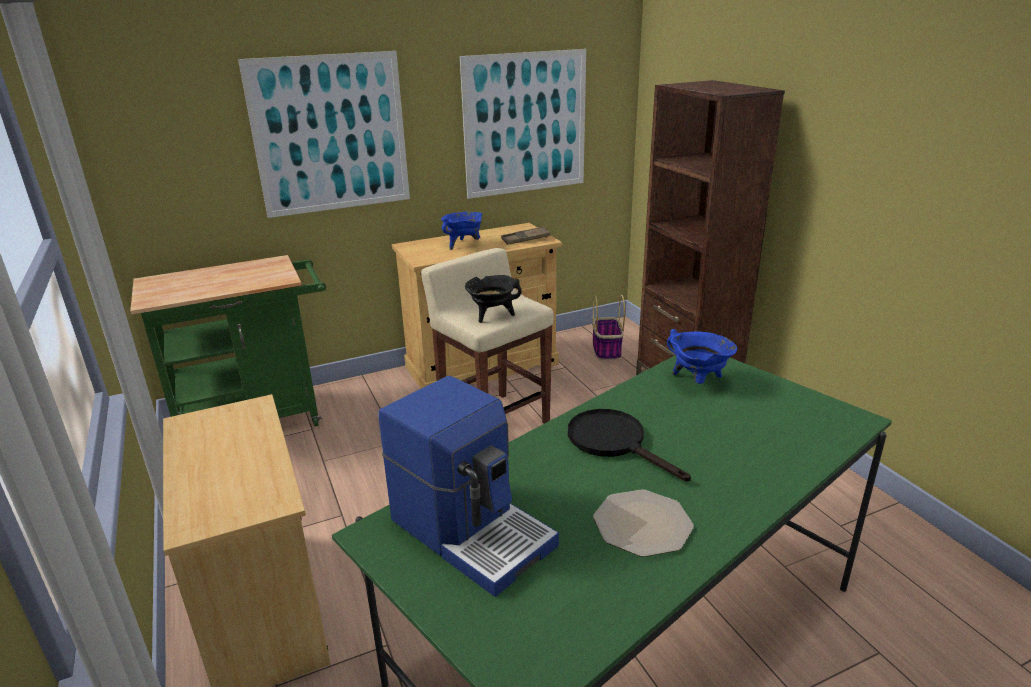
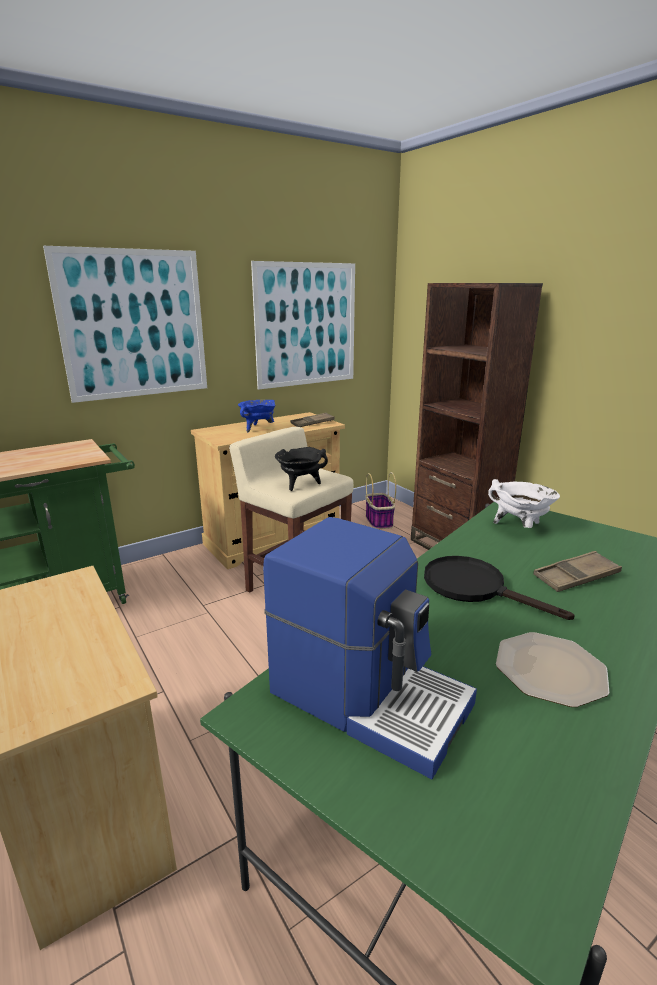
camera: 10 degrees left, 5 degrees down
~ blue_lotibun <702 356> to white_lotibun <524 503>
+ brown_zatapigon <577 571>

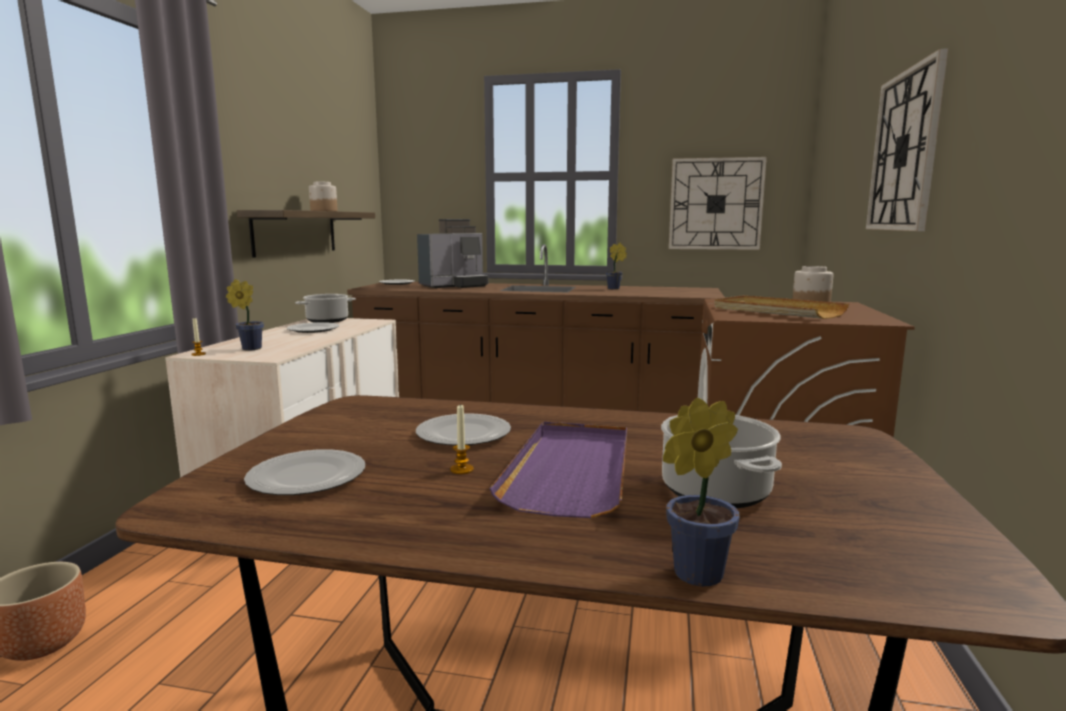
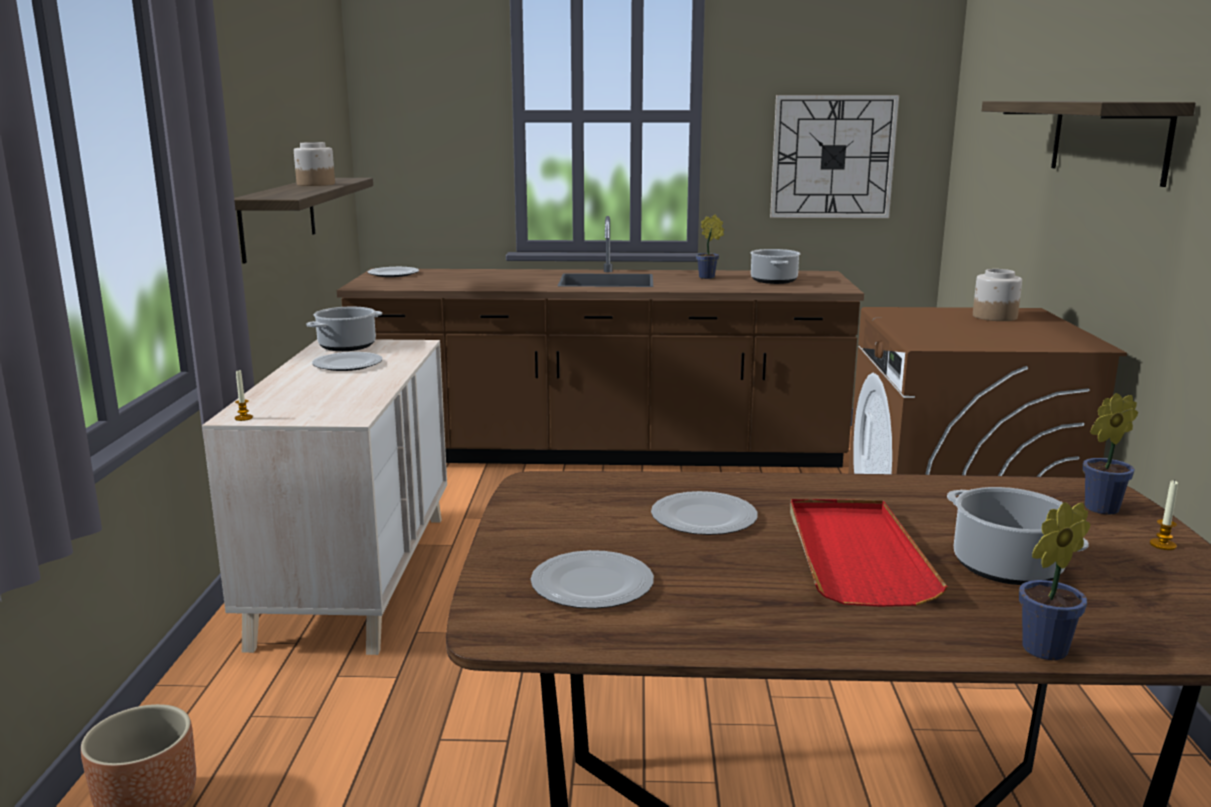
camera: 10 degrees left, 5 degrees up
+ lotibun <775 266>
~ purple_zatapigon <558 470> to red_zatapigon <868 553>
~ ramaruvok <907 139> to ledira <1089 144>
~ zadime <245 315> to <1110 453>
~ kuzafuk <462 439> to <1164 515>
- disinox <453 253>
- beige_zatapigon <781 307>

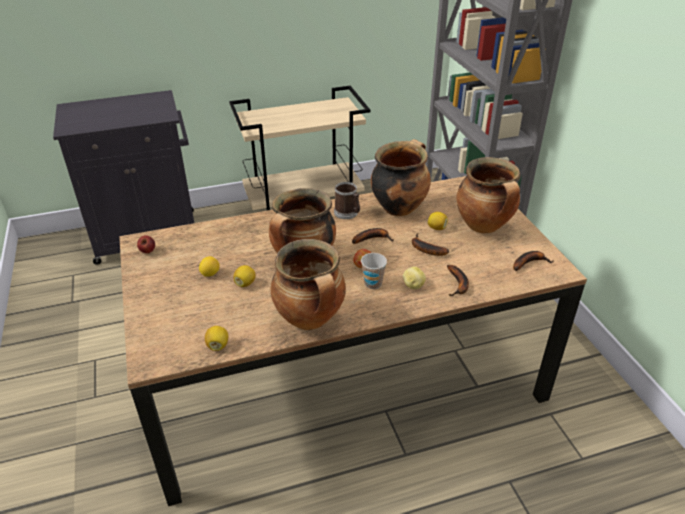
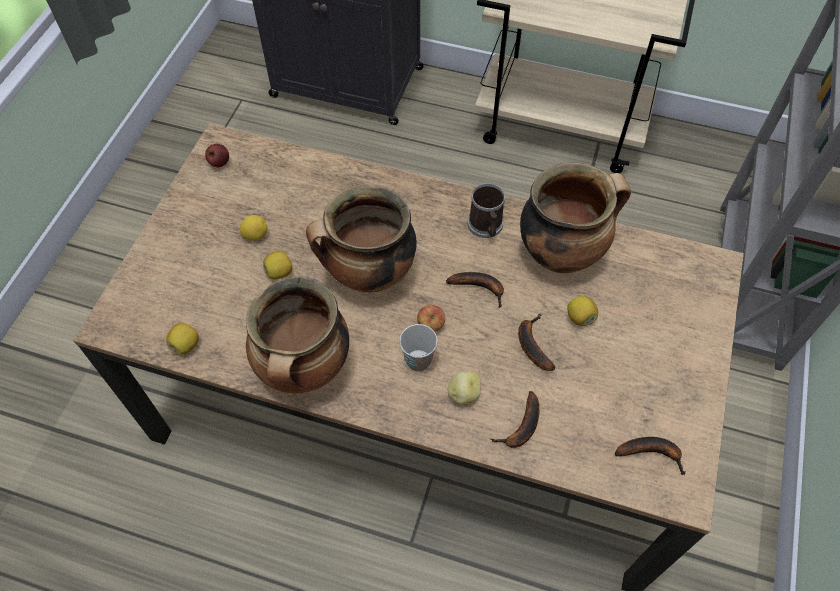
camera: 35 degrees right, 20 degrees up
- lotibun <488 195>

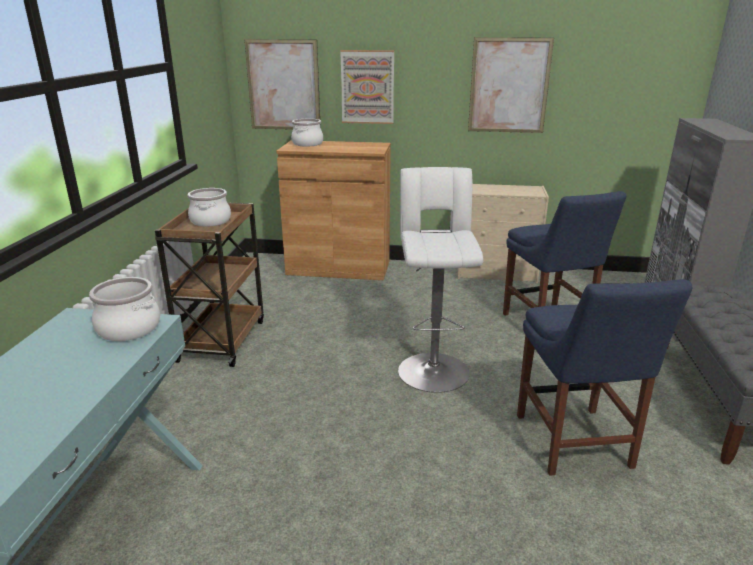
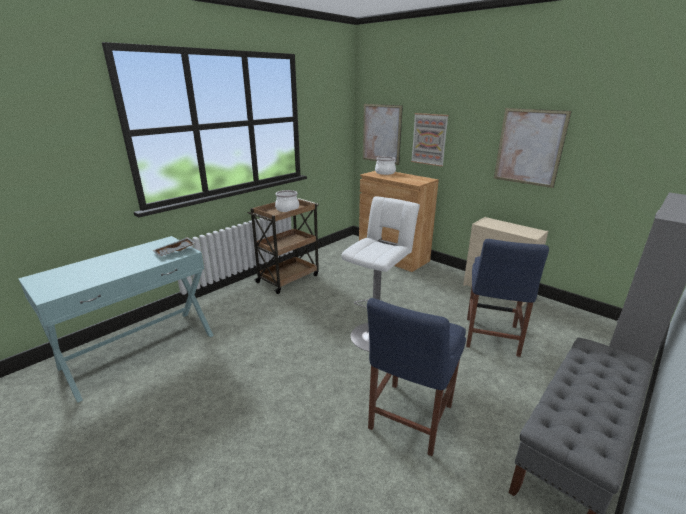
camera: 35 degrees right, 0 degrees up
~ lotibun <124 309> to grey_zatapigon <174 247>

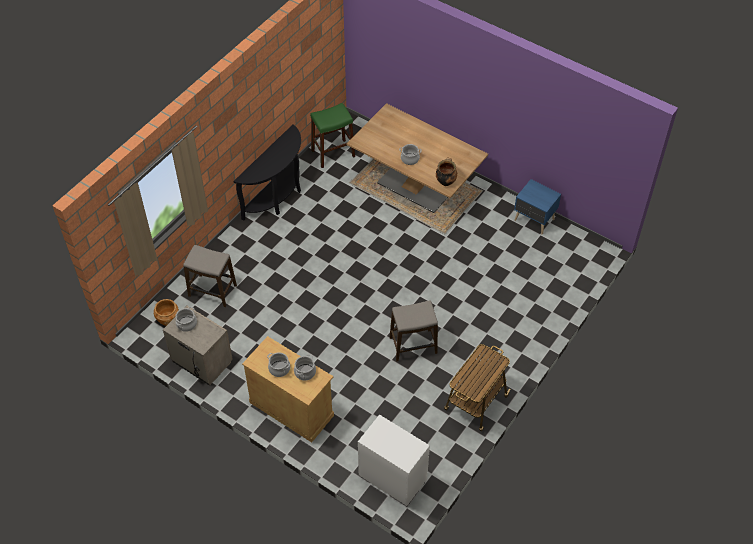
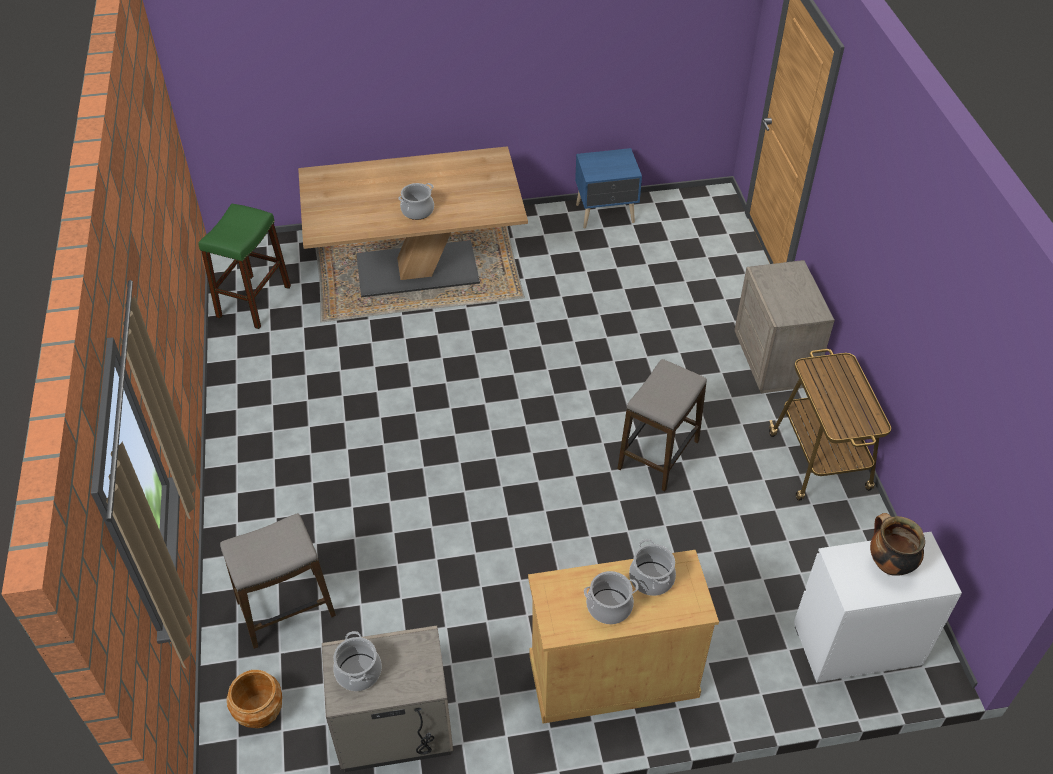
camera: 45 degrees left, 5 degrees down
+ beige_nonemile <784 326>
~ lotibun <446 171> to <897 544>
- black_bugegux <267 173>

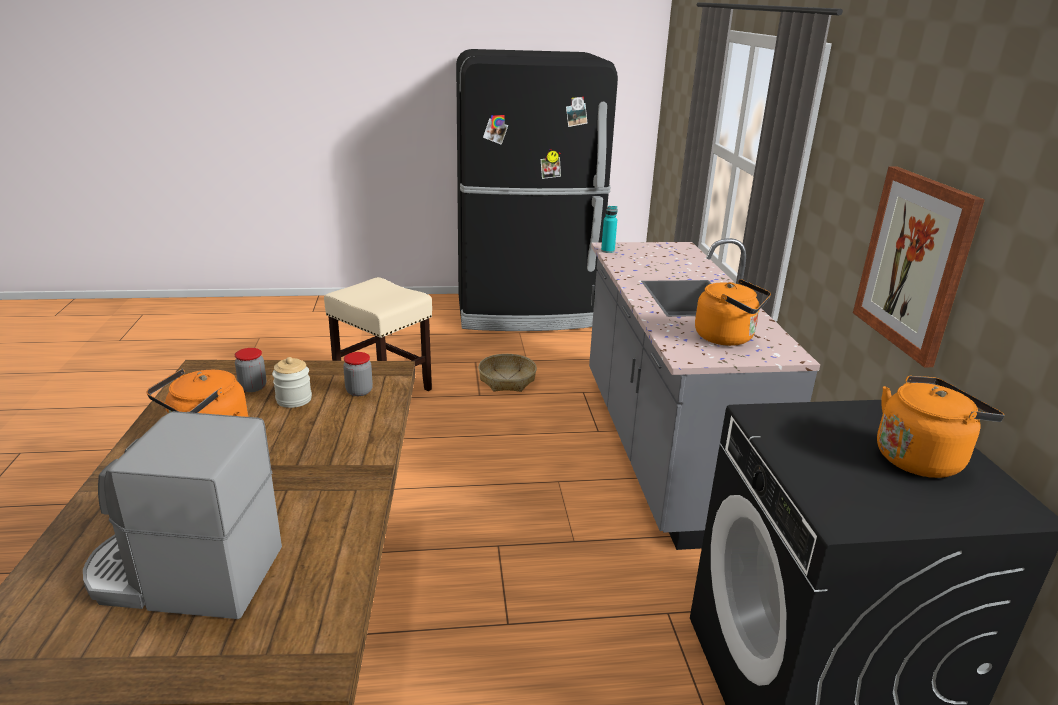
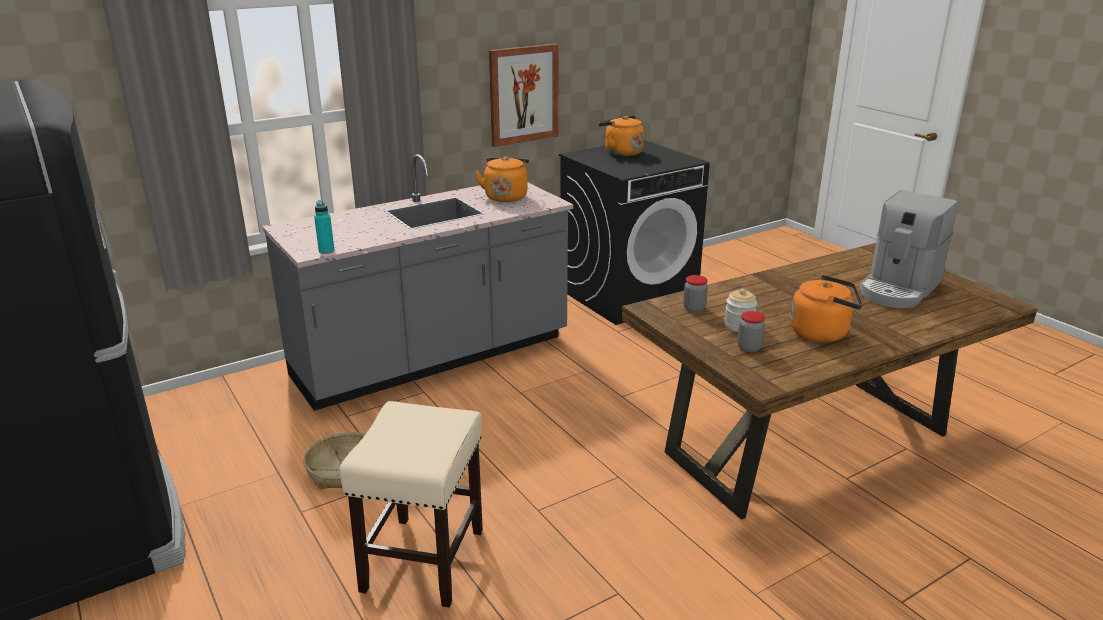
camera: 115 degrees left, 0 degrees up
~ disinox <182 515> = <909 249> 60 degrees clockwise

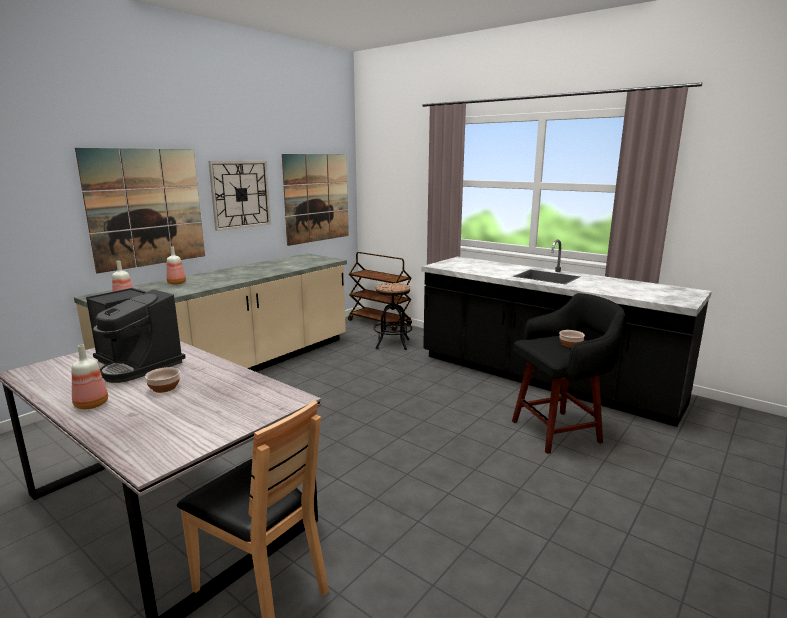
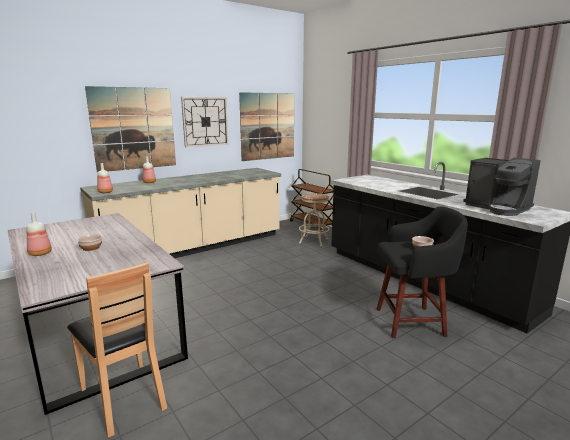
camera: 15 degrees right, 0 degrees up
~ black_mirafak <392 316> to beige_mirafak <314 219>
~ disinox <136 335> to <502 187>

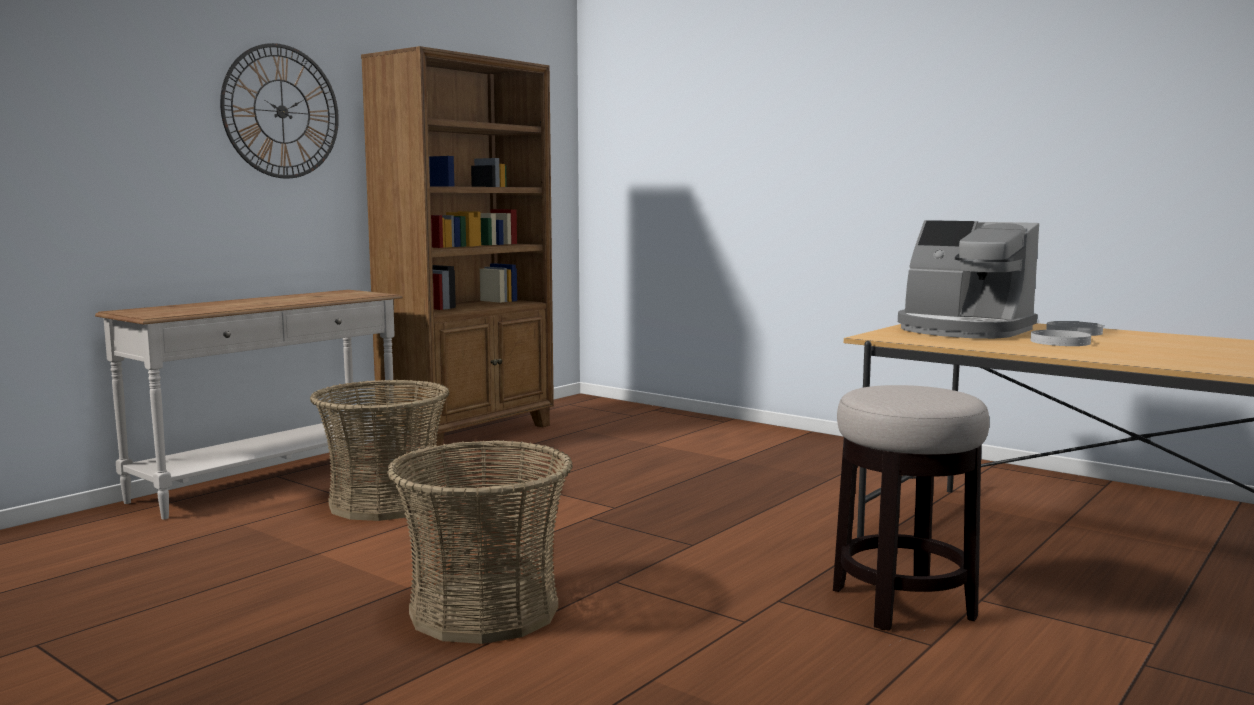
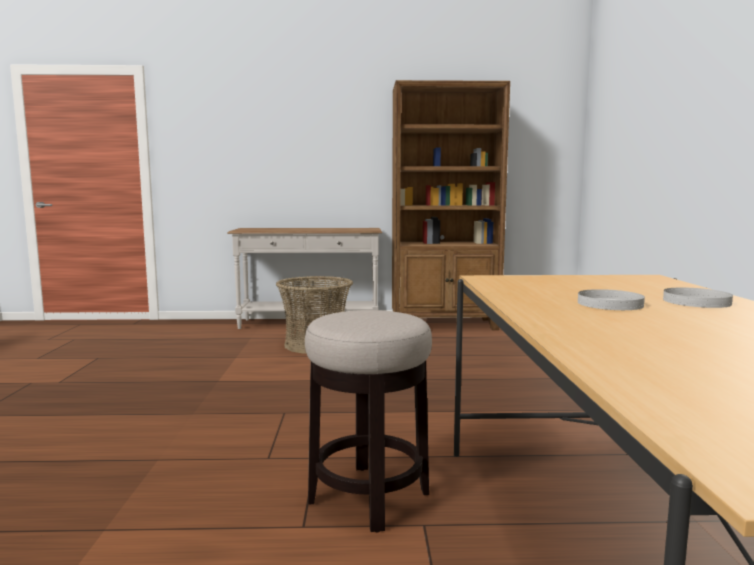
camera: 50 degrees right, 0 degrees up
- ramaruvok <279 111>
- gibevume <479 542>
- disinox <968 279>

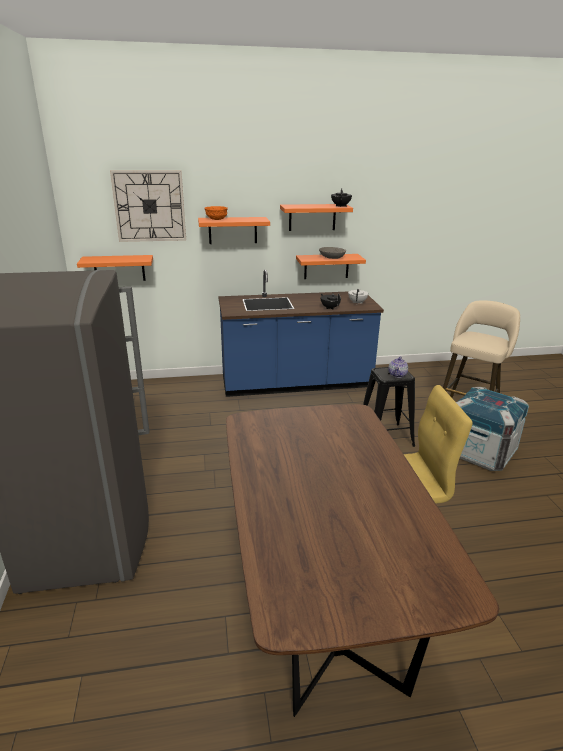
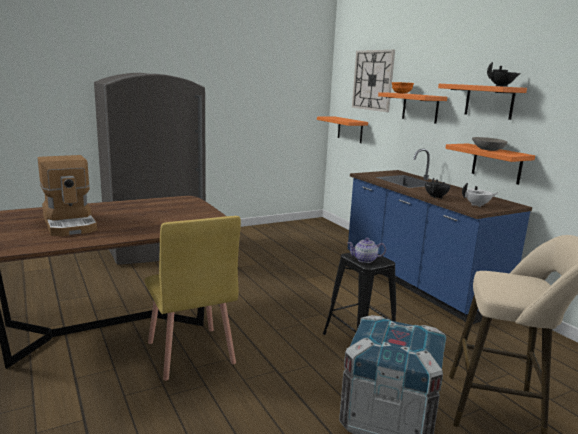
camera: 70 degrees right, 10 degrees down
+ disinox <67 195>

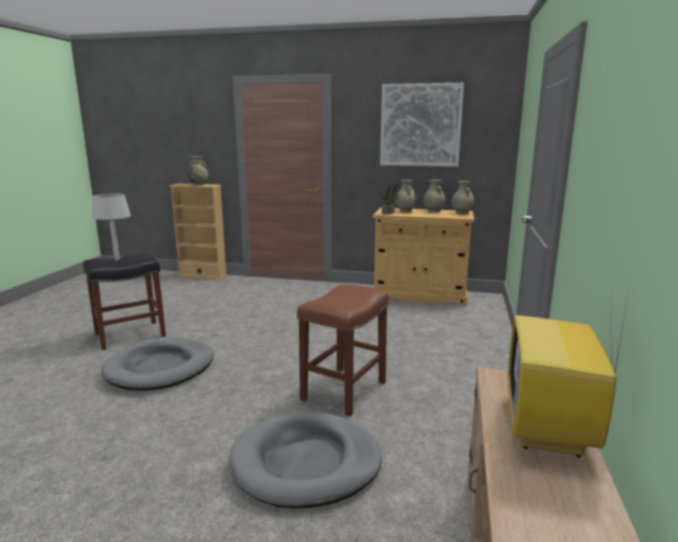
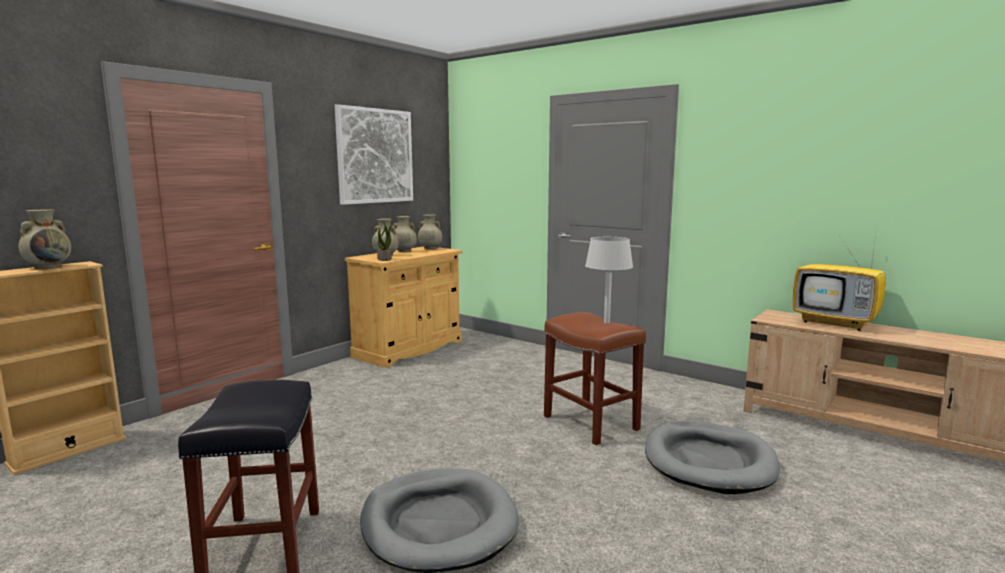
camera: 65 degrees left, 5 degrees down
~ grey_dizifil <111 226> to <609 280>

